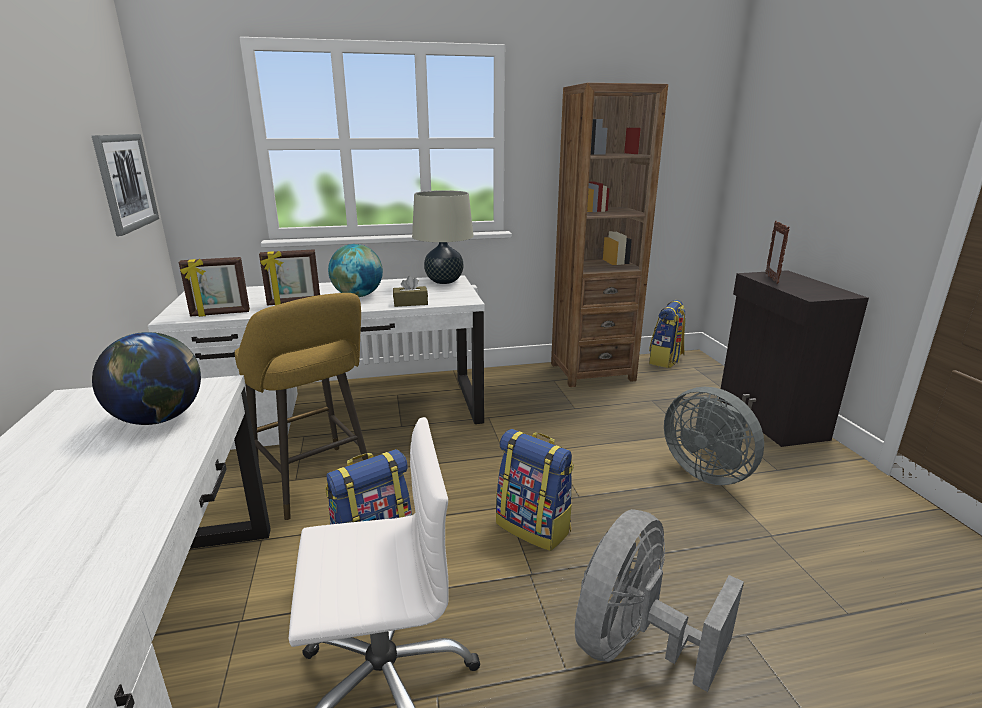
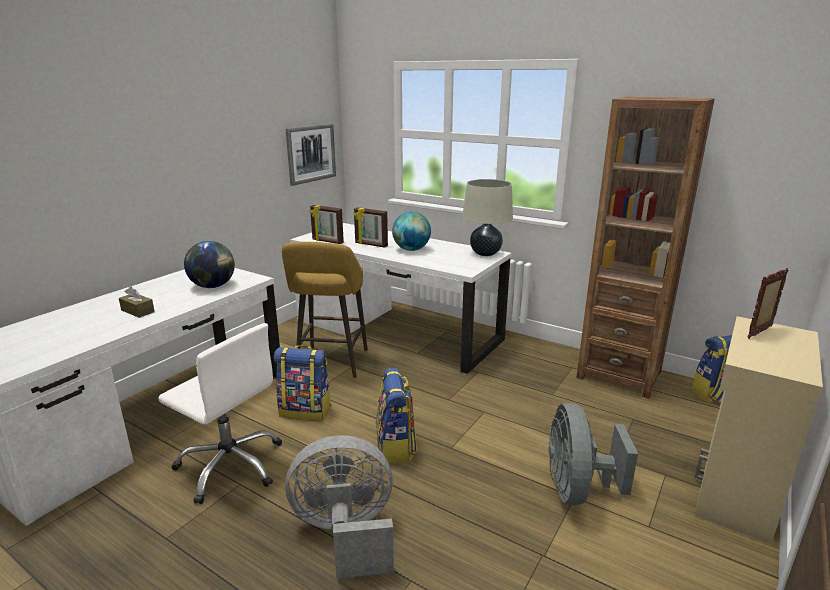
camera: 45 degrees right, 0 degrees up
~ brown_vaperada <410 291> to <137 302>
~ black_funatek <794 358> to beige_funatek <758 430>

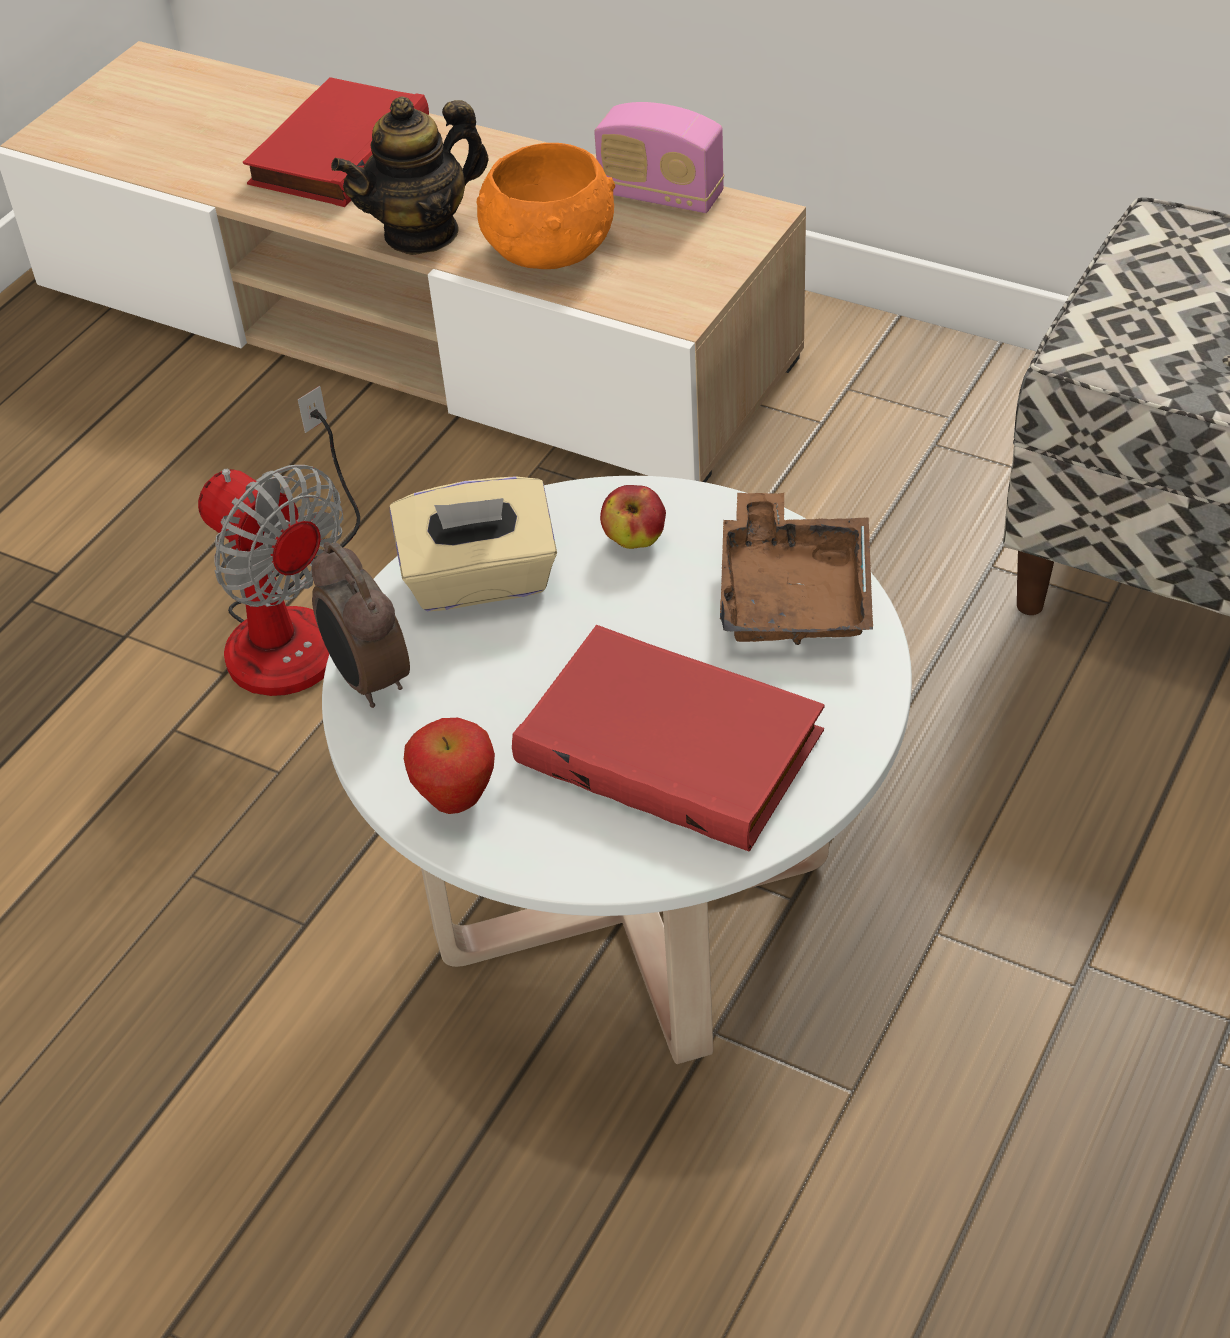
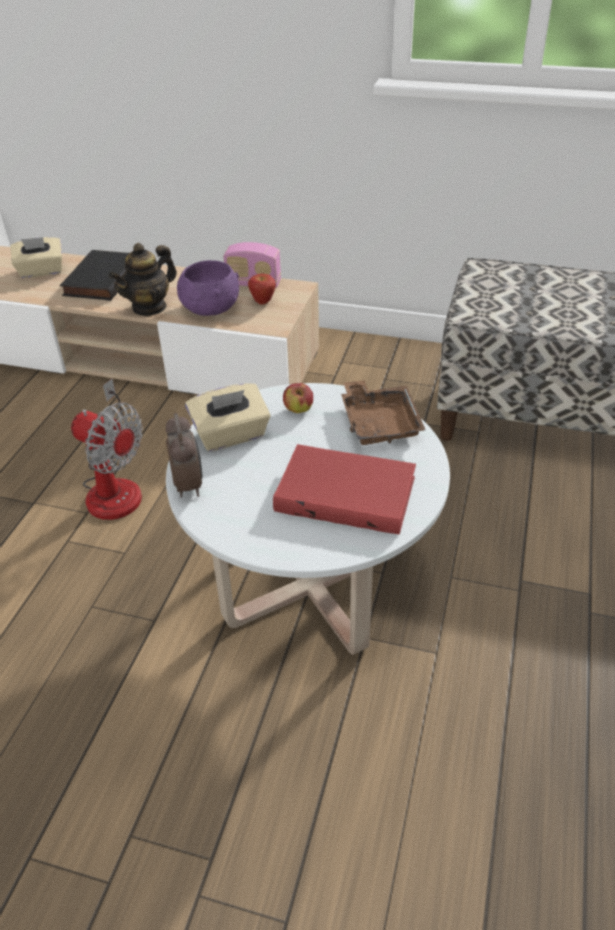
camera: 15 degrees left, 5 degrees down
+ beige_vaperada <36 257>
~ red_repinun <336 142> to black_repinun <94 275>
~ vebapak <361 625> = <184 455> 150 degrees counterclockwise
~ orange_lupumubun <545 206> to purple_lupumubun <208 288>
~ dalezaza <449 766> to <262 289>

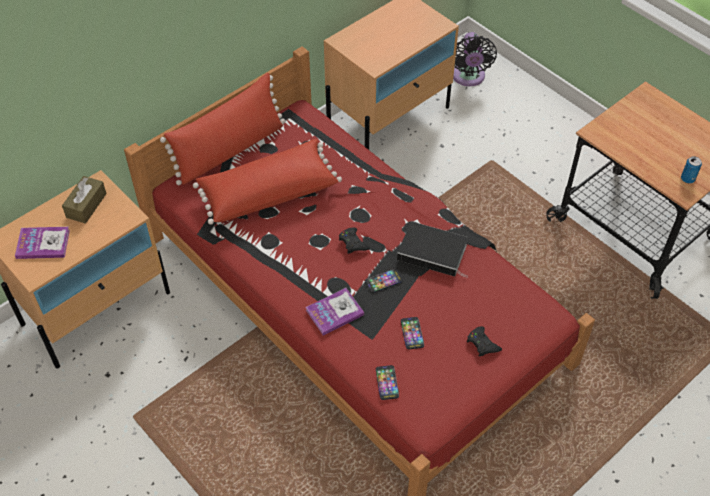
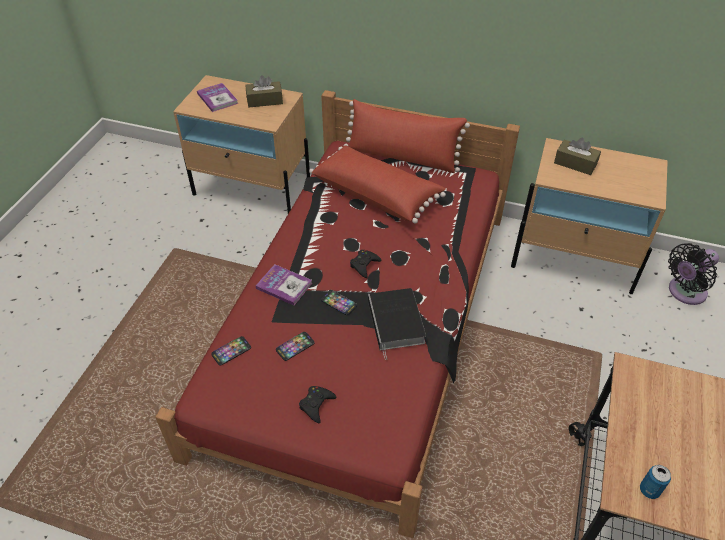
camera: 60 degrees right, 5 degrees down
+ brown_vaperada <577 156>

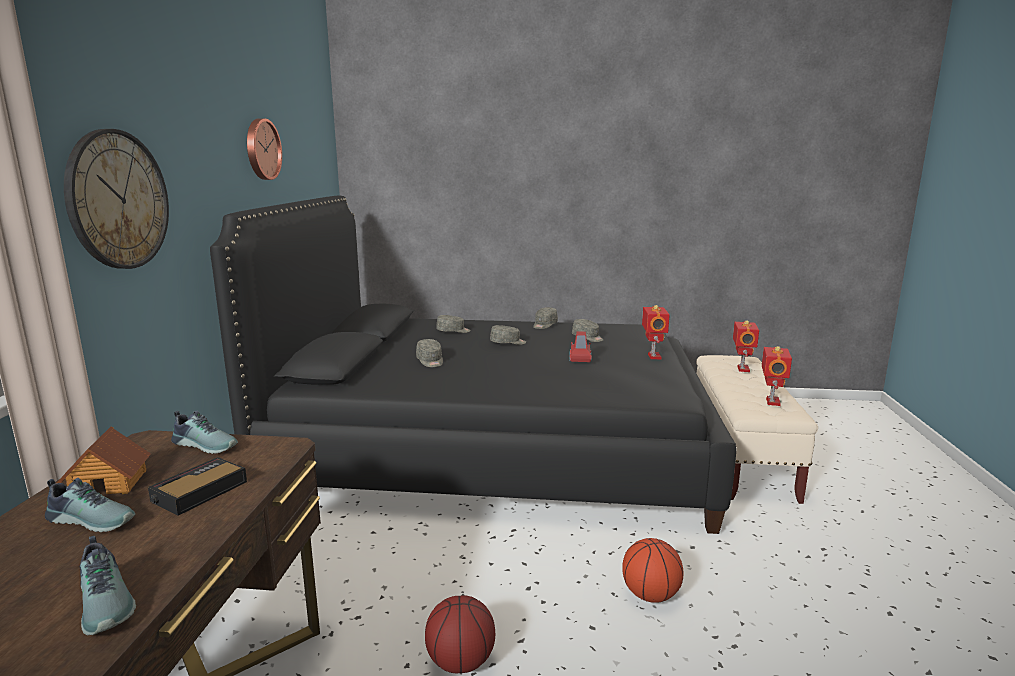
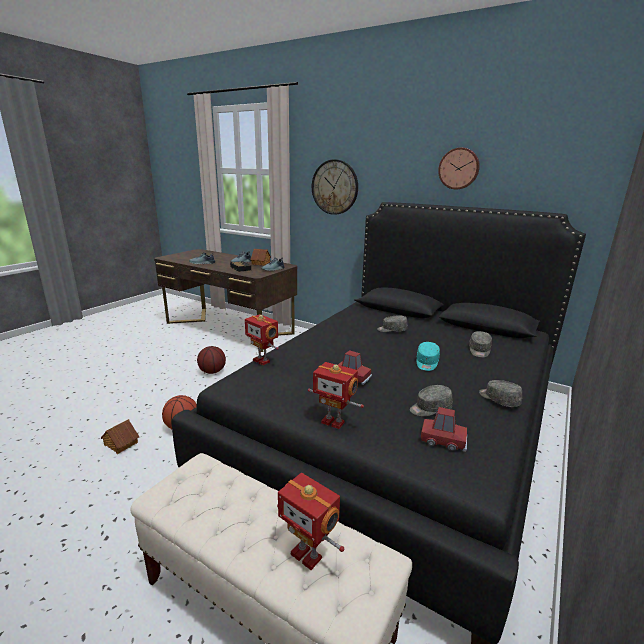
camera: 115 degrees right, 5 degrees up
+ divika <120 436>
~ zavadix <777 376> to <262 339>
~ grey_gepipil <508 335> to turquoise_gepipil <428 356>
+ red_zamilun <444 429>

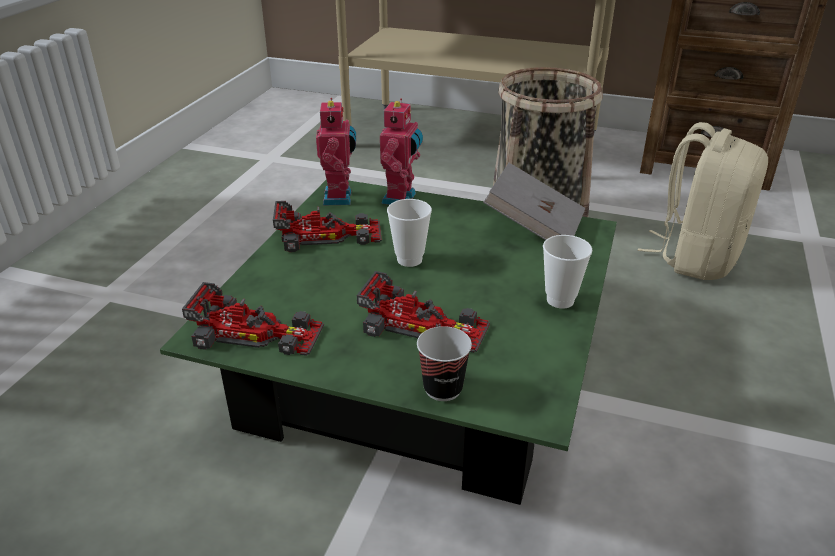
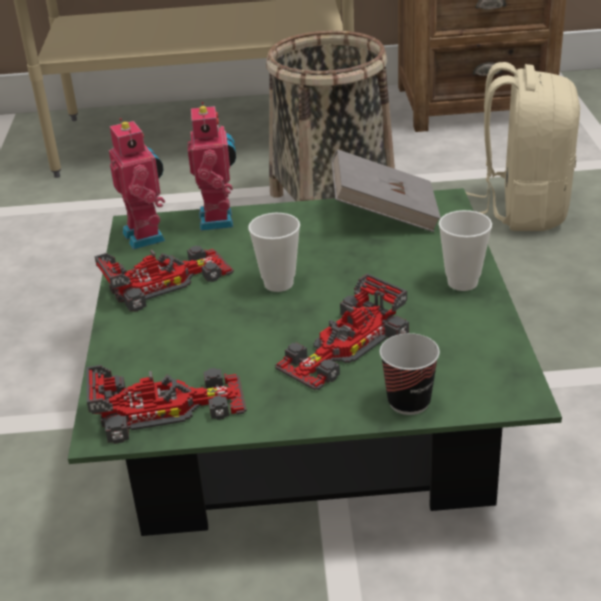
camera: 20 degrees left, 0 degrees up
~ zamilun <423 312> = <342 331> 135 degrees clockwise

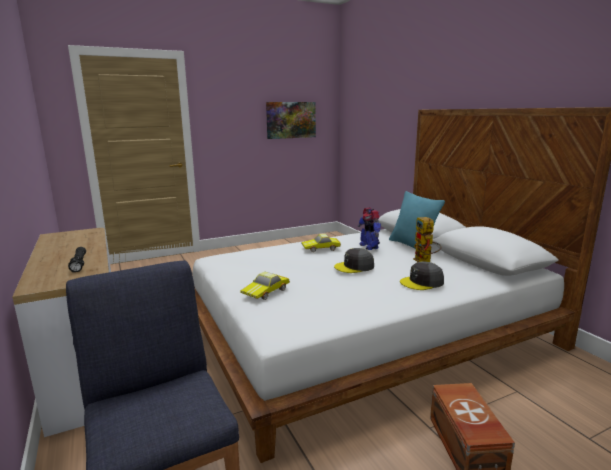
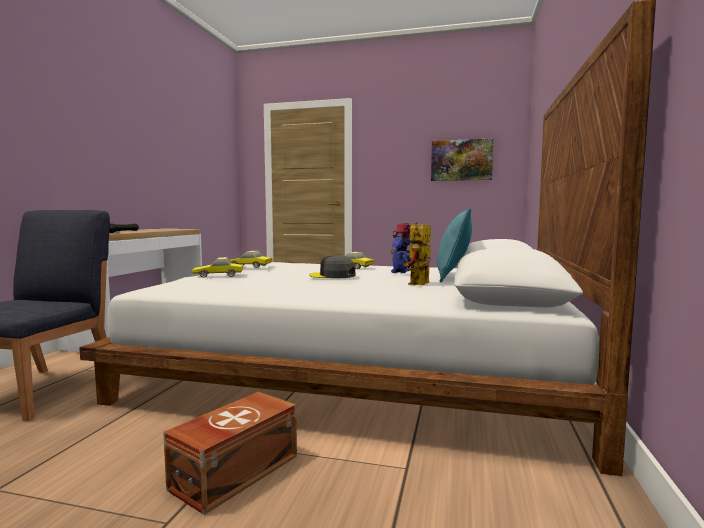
camera: 40 degrees right, 10 degrees down
+ zamilun <251 259>
- grey_gepipil <422 275>

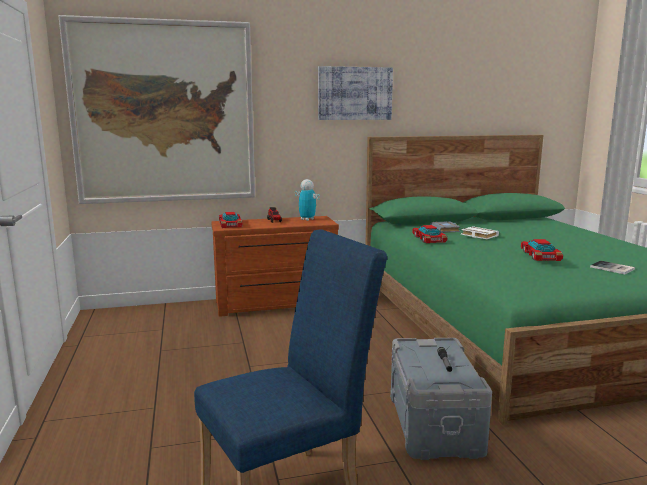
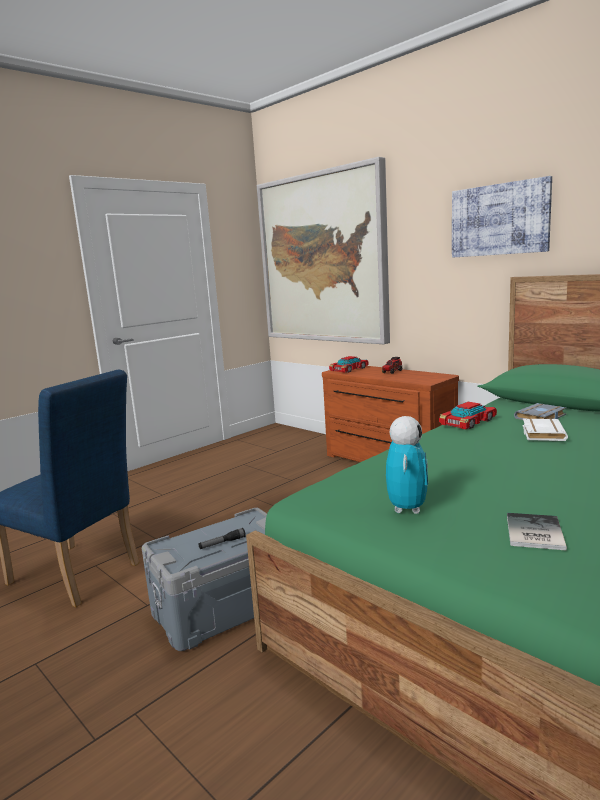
camera: 60 degrees right, 0 degrees up
~ zavadix <307 200> to <407 465>
- zamilun <542 250>

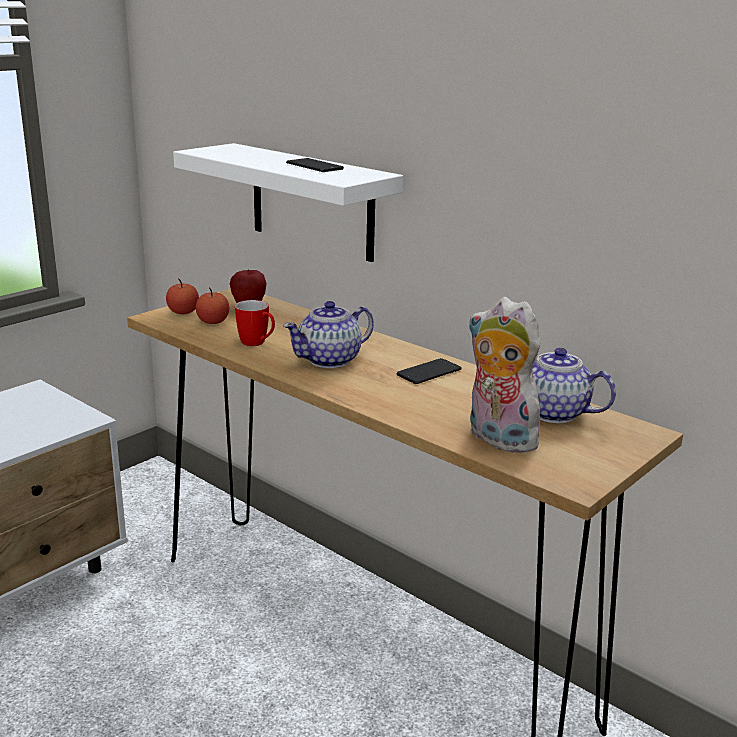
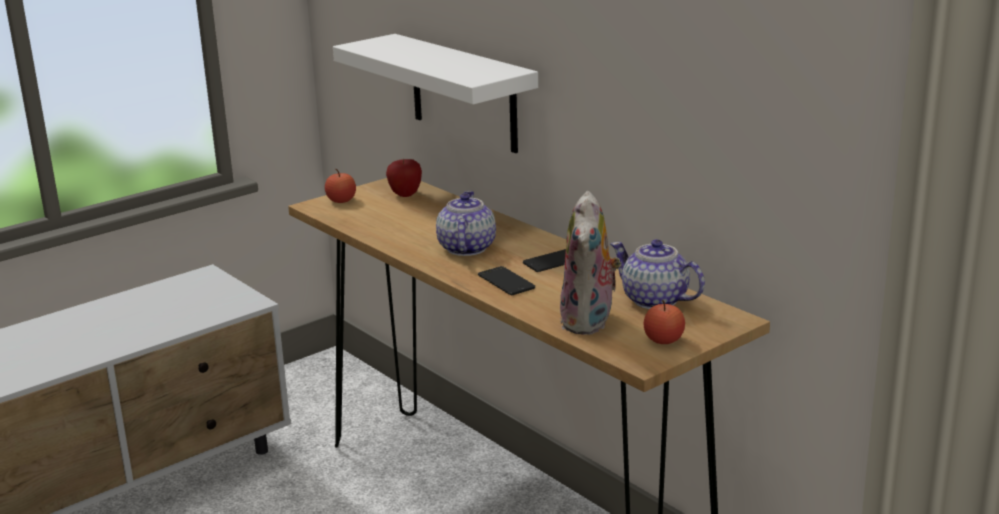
camera: 10 degrees right, 0 degrees up
~ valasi <328 334> = <466 223> 120 degrees clockwise
~ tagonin <315 165> to <506 280>
~ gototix <505 375> = <591 263> 135 degrees counterclockwise
~ dalezaza <212 305> to <664 322>
- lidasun <255 323>

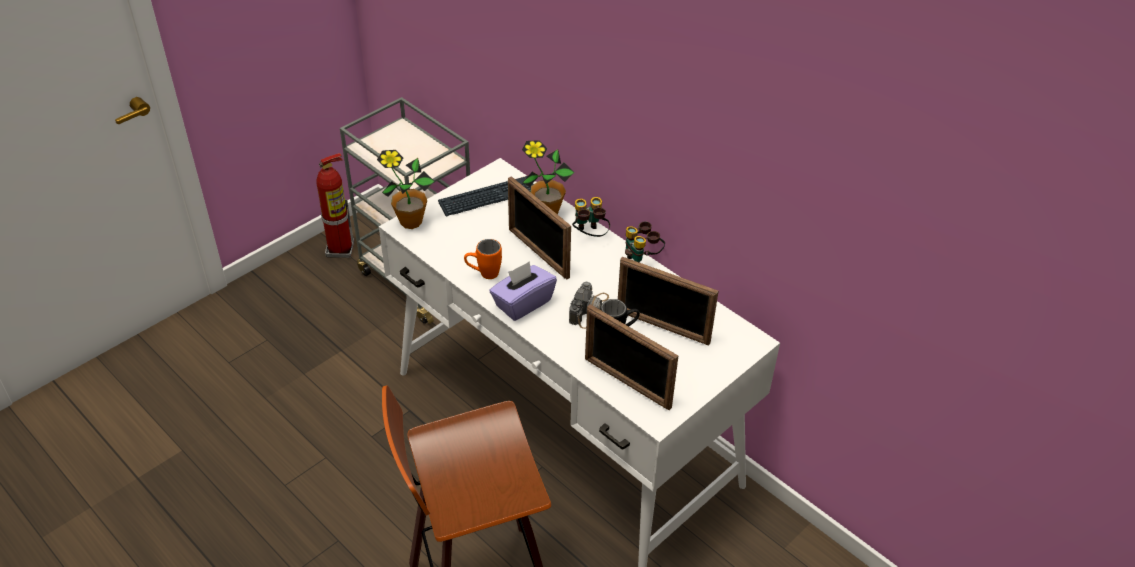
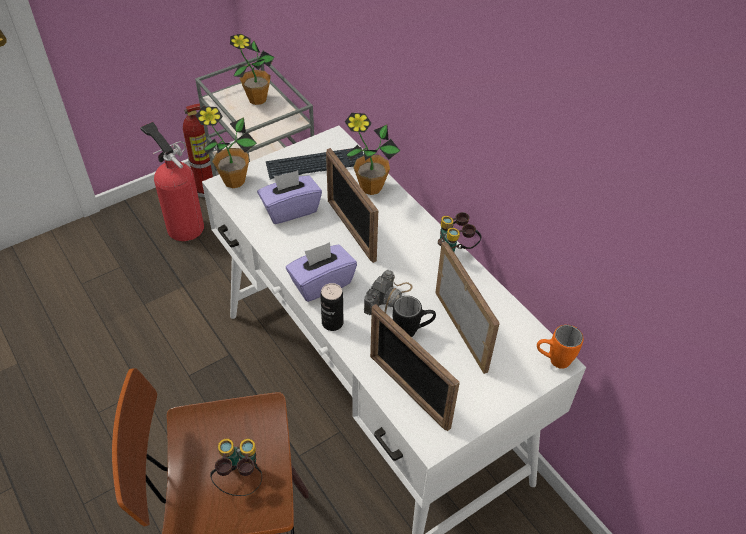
camera: 10 degrees right, 5 degrees up
+ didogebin <172 181>
~ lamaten <591 217> to <236 467>
+ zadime <252 69>
+ purple_vaperada <289 197>
+ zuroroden <332 307>
~ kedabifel <668 301> = <467 307> 150 degrees counterclockwise
~ orange_lidasun <483 259> to <560 347>

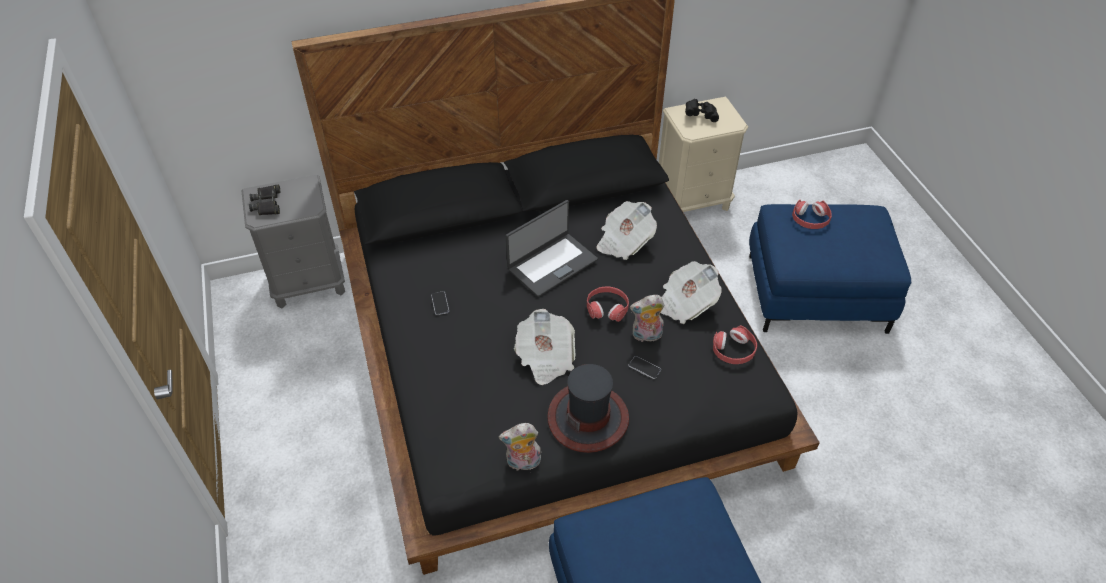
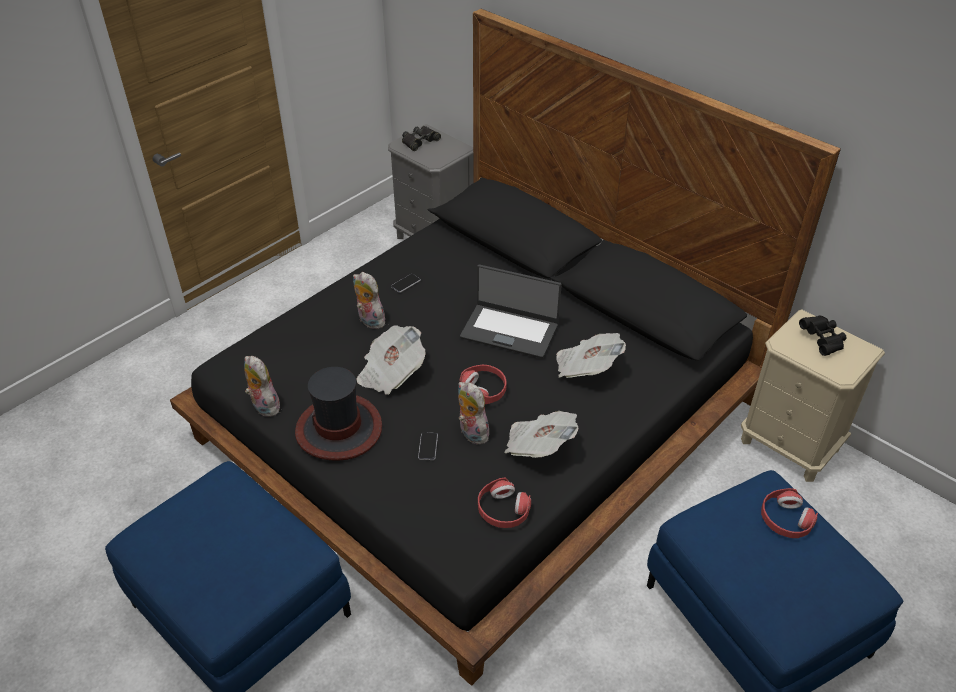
camera: 60 degrees right, 5 degrees down
+ gototix <369 300>

